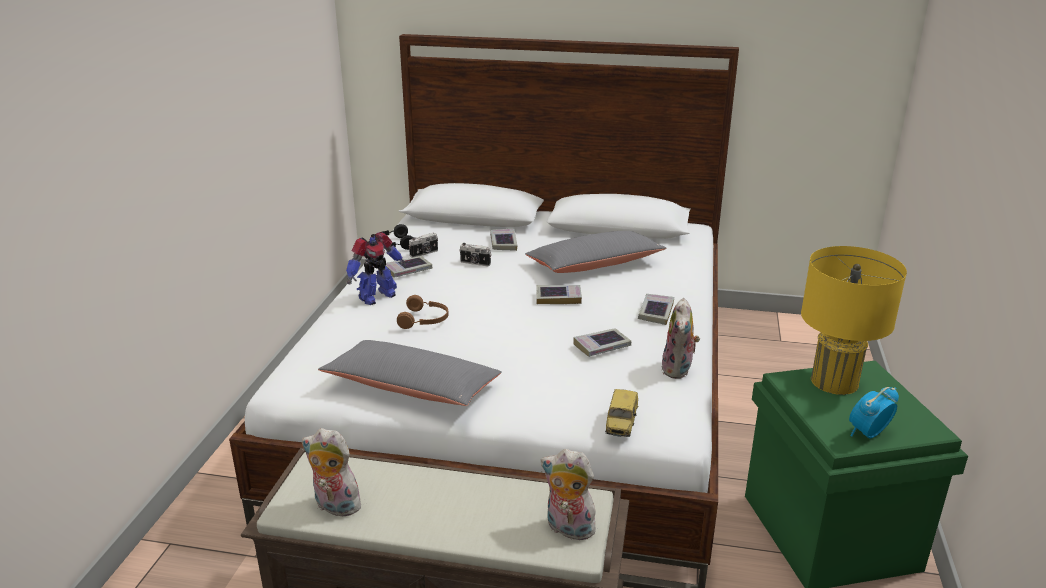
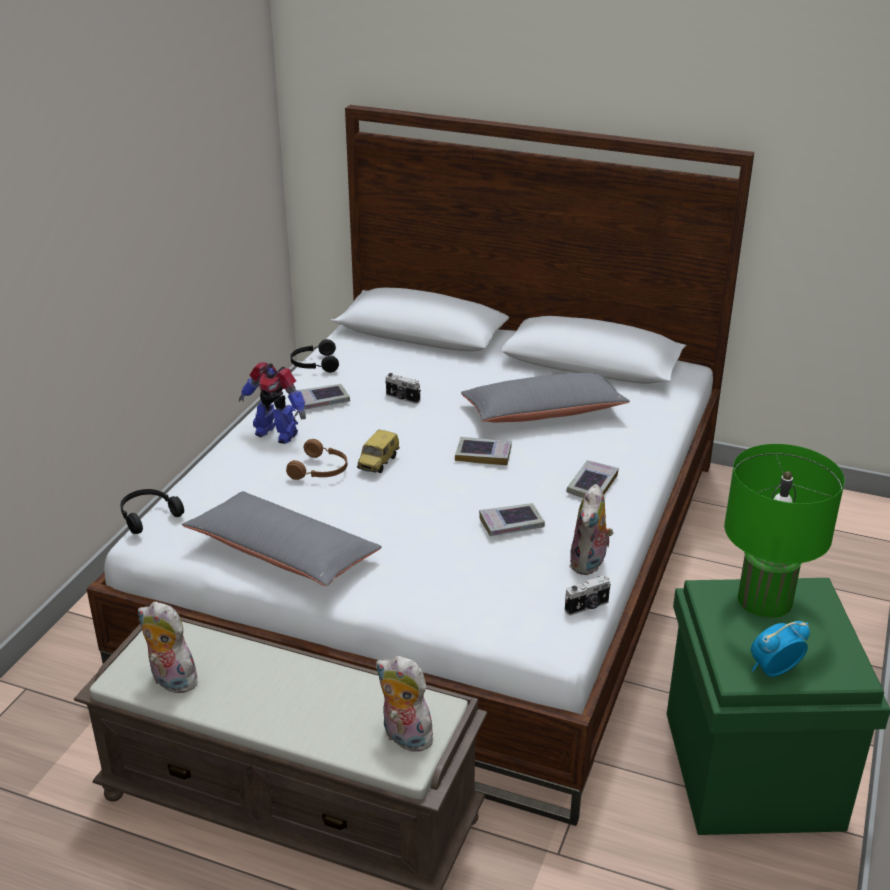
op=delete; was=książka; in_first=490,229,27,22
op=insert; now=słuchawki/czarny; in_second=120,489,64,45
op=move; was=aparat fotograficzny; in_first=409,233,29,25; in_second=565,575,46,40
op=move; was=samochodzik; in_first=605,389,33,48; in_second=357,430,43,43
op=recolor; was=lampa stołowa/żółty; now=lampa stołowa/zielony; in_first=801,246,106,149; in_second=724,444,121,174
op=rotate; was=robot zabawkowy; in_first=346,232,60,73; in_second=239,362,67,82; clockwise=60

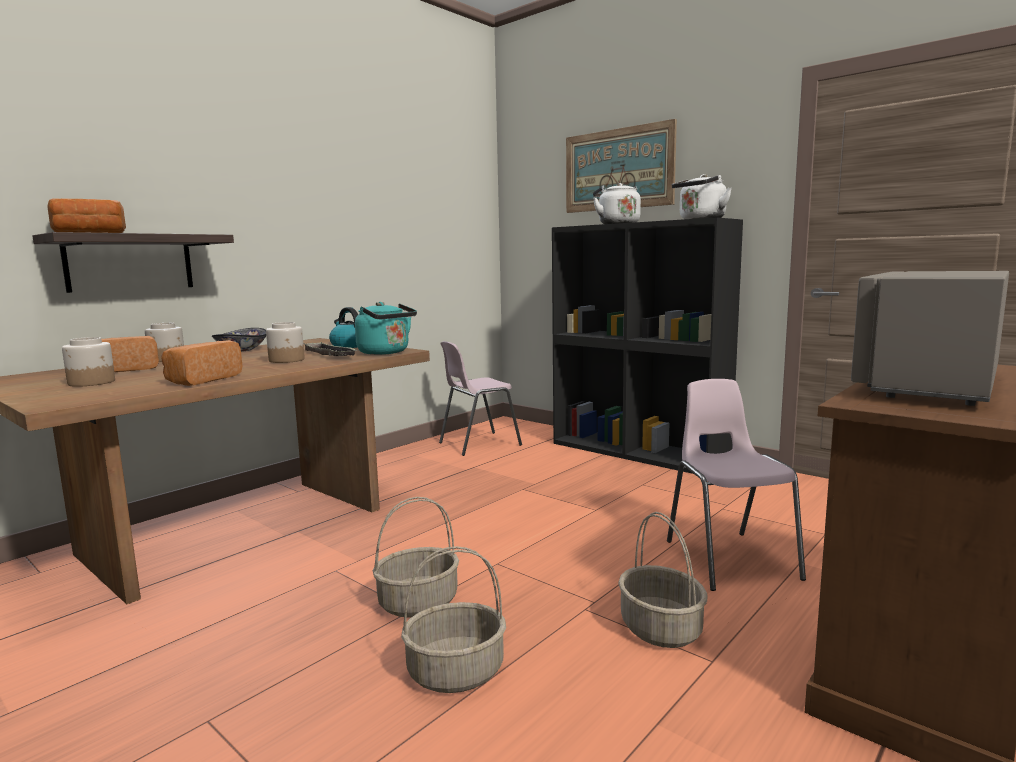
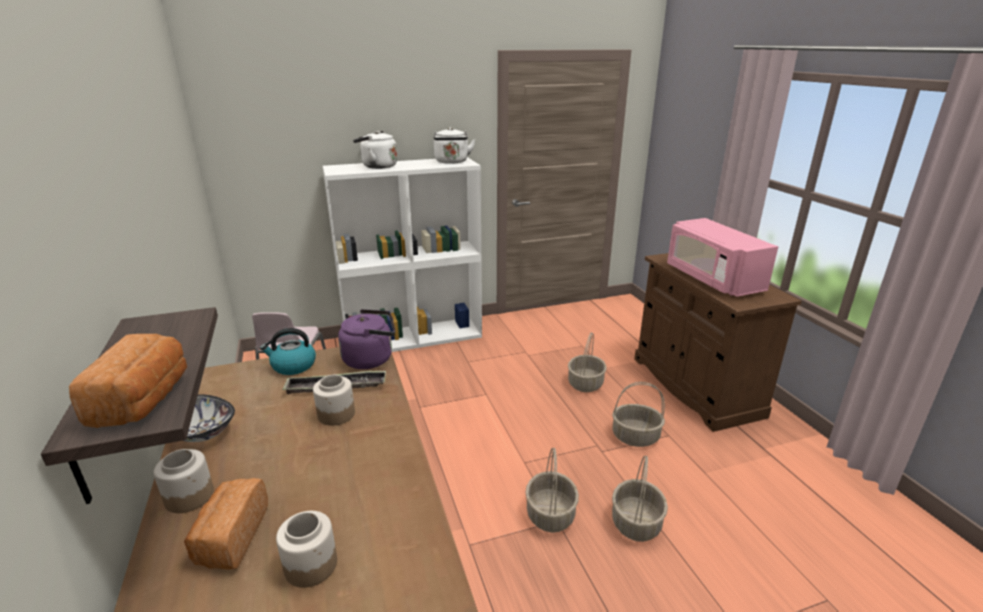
op=delete; was=chleb; in_first=161,340,82,46
op=delete; was=obraz; in_first=566,119,111,94
op=replace; was=krzesło/różowy; now=koszyk; in_first=667,379,139,212; in_second=568,333,39,59
op=recolor; was=czajnik/turkusowy; now=czajnik/fioletowy; in_first=355,302,62,53; in_second=338,309,57,60
op=recolor; was=regał/czarny; now=regał/biały; in_first=552,217,191,257; in_second=323,157,159,195
op=recolor; was=mikrofalówka/szary; now=mikrofalówka/różowy; in_first=851,271,158,135; in_second=667,218,111,79

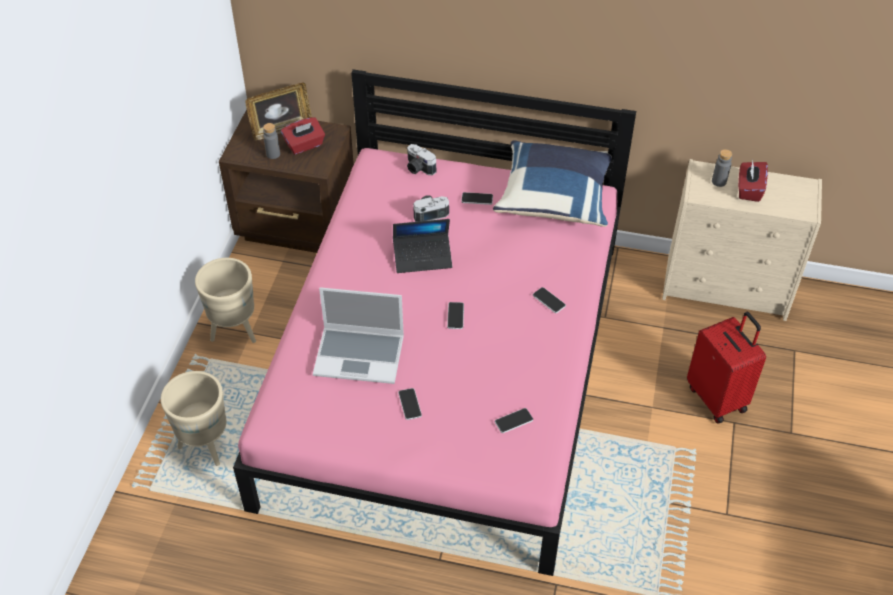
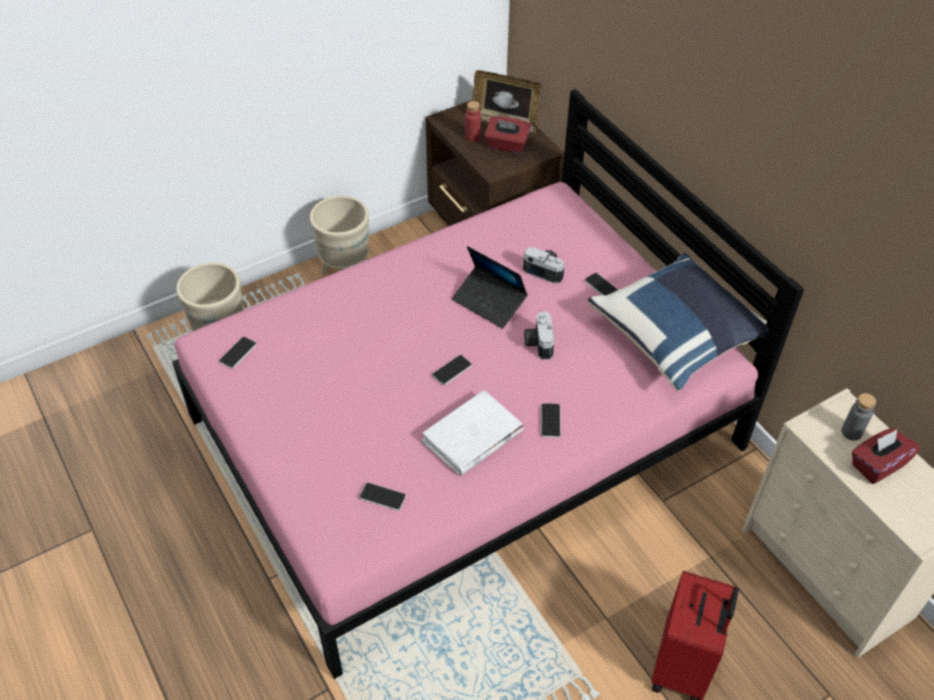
op=delete; was=laptop; in_first=313,287,91,97
op=insert; now=książka/biały; in_second=421,390,102,86
op=move; was=telefon; in_first=398,388,24,32; in_second=219,337,38,32
op=move; was=aparat fotograficzny; in_first=407,144,30,31; in_second=524,311,30,49
op=recolor; was=butelka/szary; now=butelka/czerwony; in_first=263,123,17,36; in_second=465,101,16,41

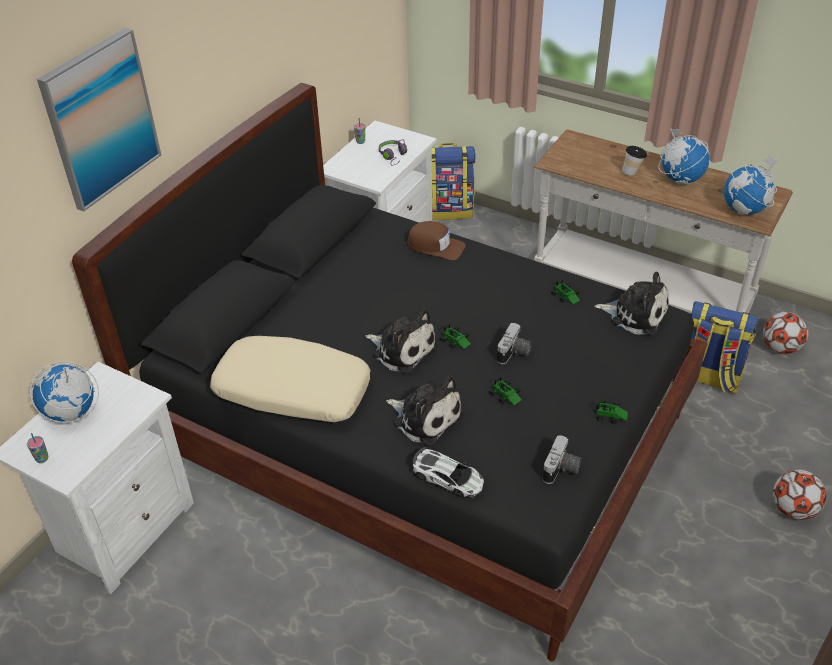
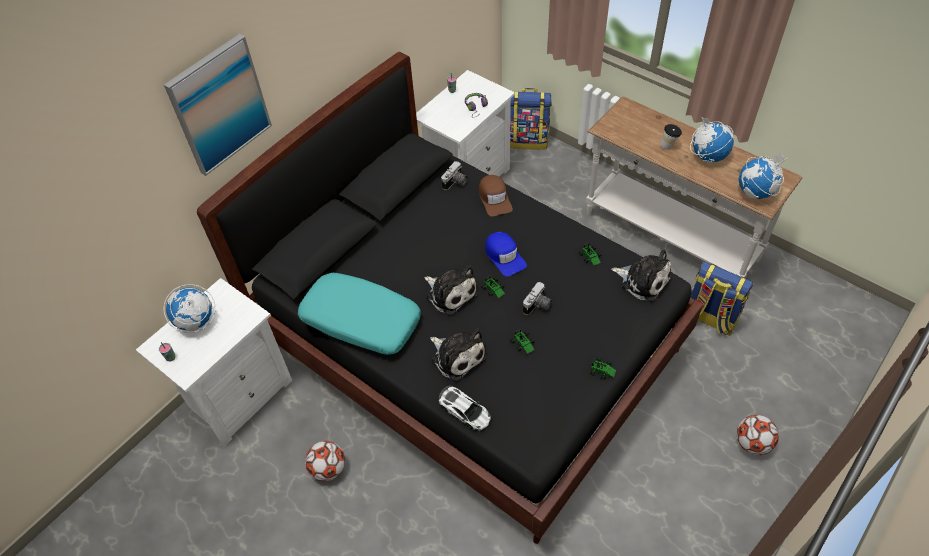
op=insert; now=czapka z daszkiem/niebieski; in_second=485,232,42,44
op=move; was=aparat fotograficzny; in_first=543,435,39,49; in_second=441,161,27,29
op=move; was=piłka futbolowa; in_first=763,312,45,42; in_second=305,441,40,40
op=recolor; was=poduszka/beżowy; now=poduszka/turkusowy; in_first=210,336,161,86; in_second=298,273,123,82
op=rotate; was=czapka z daszkiem/brązowy; in_first=407,221,59,39; in_second=479,175,34,41; clockwise=45

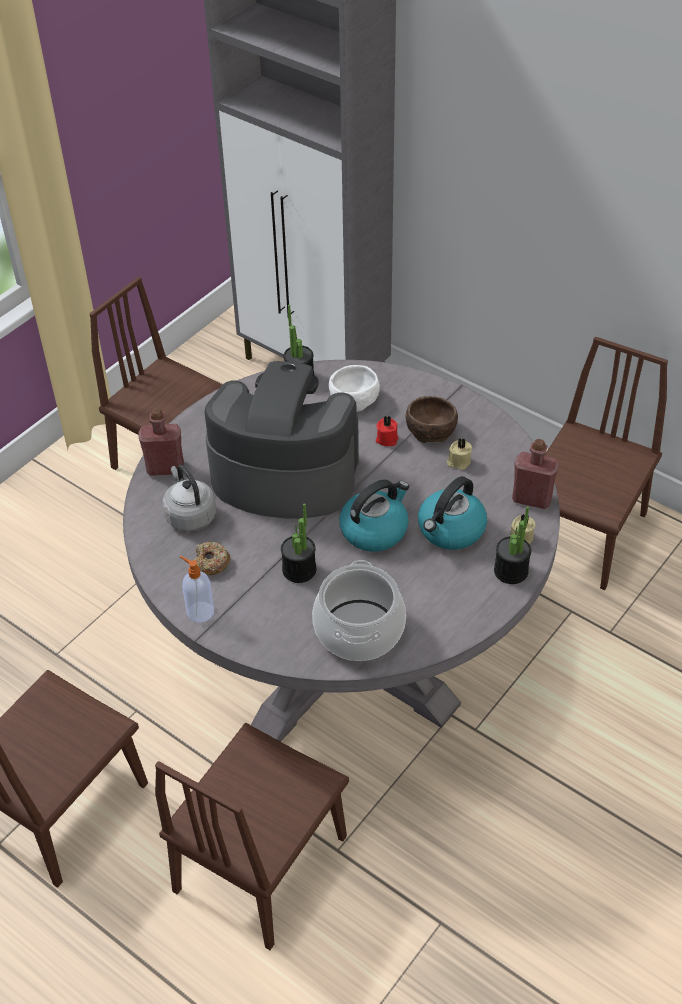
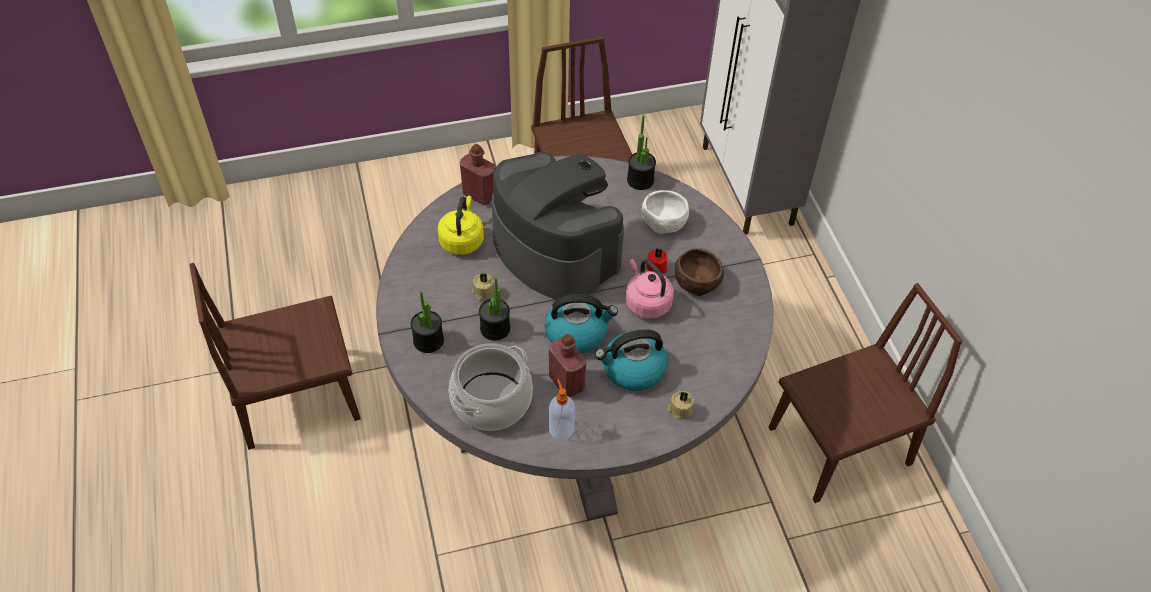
op=delete; was=krzesło/brązowy; in_first=155,723,194,227
op=delete; was=donut; in_first=191,542,39,33
op=insert; now=czajnik/różowy; in_second=625,259,49,60
op=move; was=dozownik mydła; in_first=180,556,34,67; in_second=549,379,26,61
op=move; was=świeca/beżowy; in_first=447,438,25,32; in_second=472,273,22,28
op=move; was=roślina doniczkowa; in_first=494,507,37,77; in_second=411,291,33,62
op=move; was=butelka/czerwony; in_first=512,439,47,70; in_second=549,334,37,63
op=recolor; was=czajnik/szary; now=czajnik/żółty; in_first=163,464,53,67; in_second=438,196,46,59

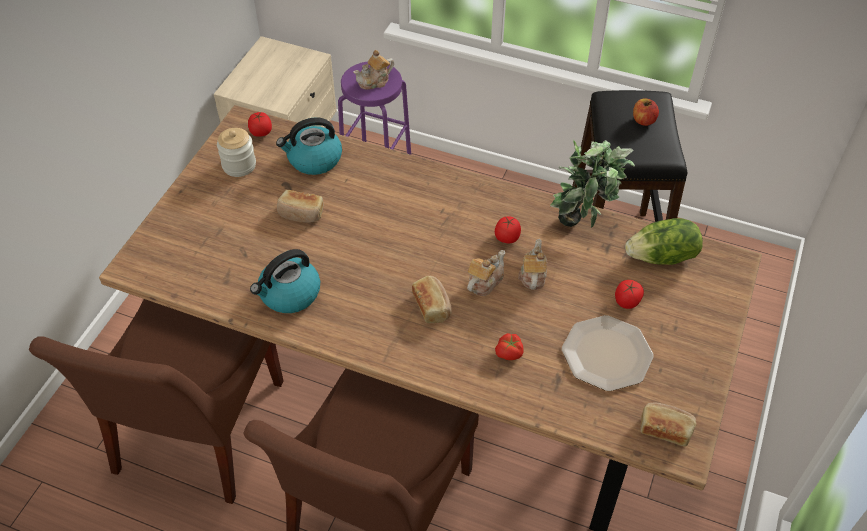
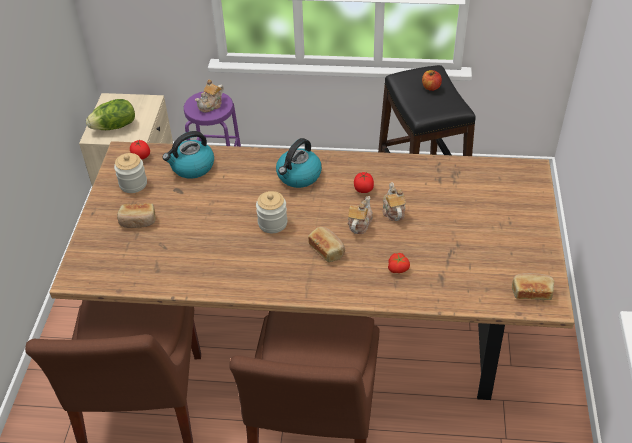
op=delete; was=roślina doniczkowa; in_first=550,139,85,89
op=delete; was=talerz; in_first=562,315,92,76
op=delete; was=pomidor; in_first=615,280,29,29
op=insert; now=słoik; in_second=256,191,31,42
op=move; was=czajnik; in_first=250,249,70,64; in_second=276,138,46,50
op=move; was=chleb; in_first=277,190,46,33; in_second=117,203,39,25
op=move; was=sałata; in_first=625,218,78,47; in_second=86,99,49,31

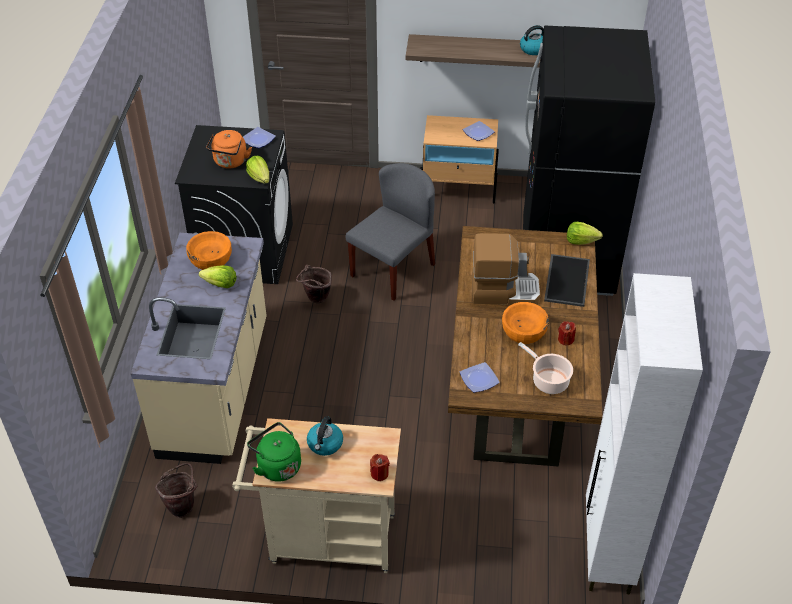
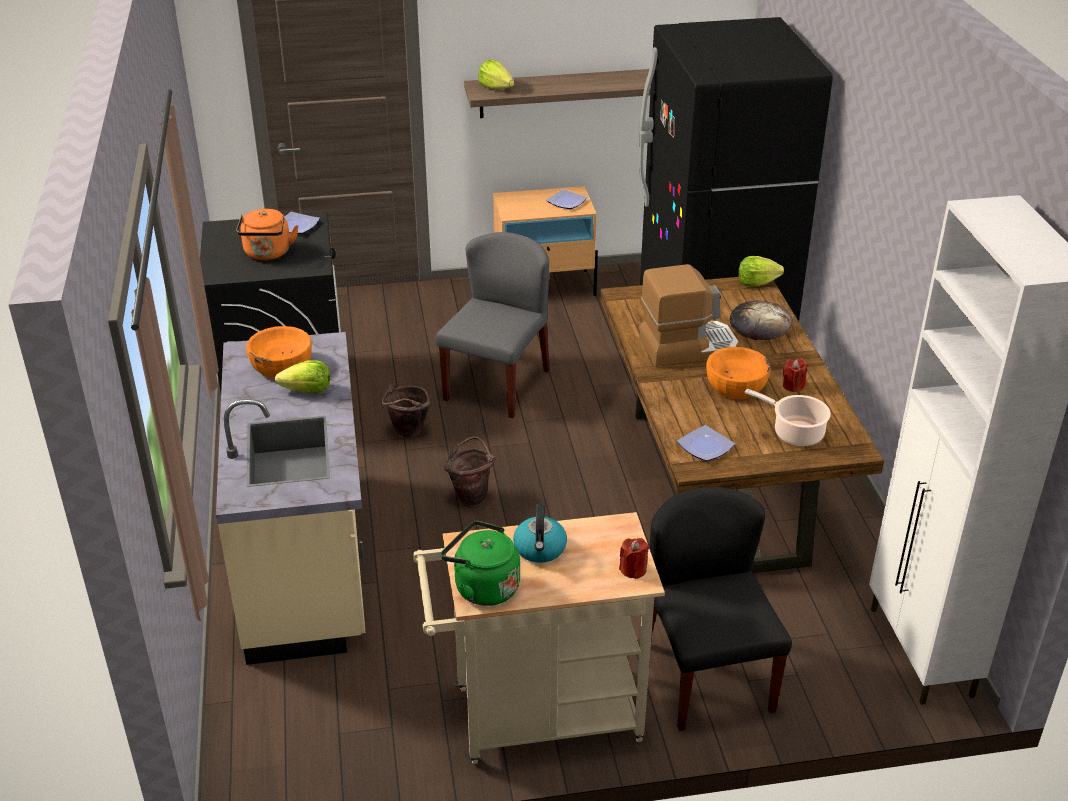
op=delete; was=czajnik; in_first=520,25,24,30
op=insert; now=krzesło/czarny; in_second=650,487,142,244
op=move; was=wiadro/brązowy; in_first=155,463,42,55; in_second=444,437,51,71
op=move; was=sałata; in_first=246,156,23,28; in_second=478,60,36,30
op=replace; was=taca; now=chleb; in_first=544,254,46,53; in_second=730,301,62,39

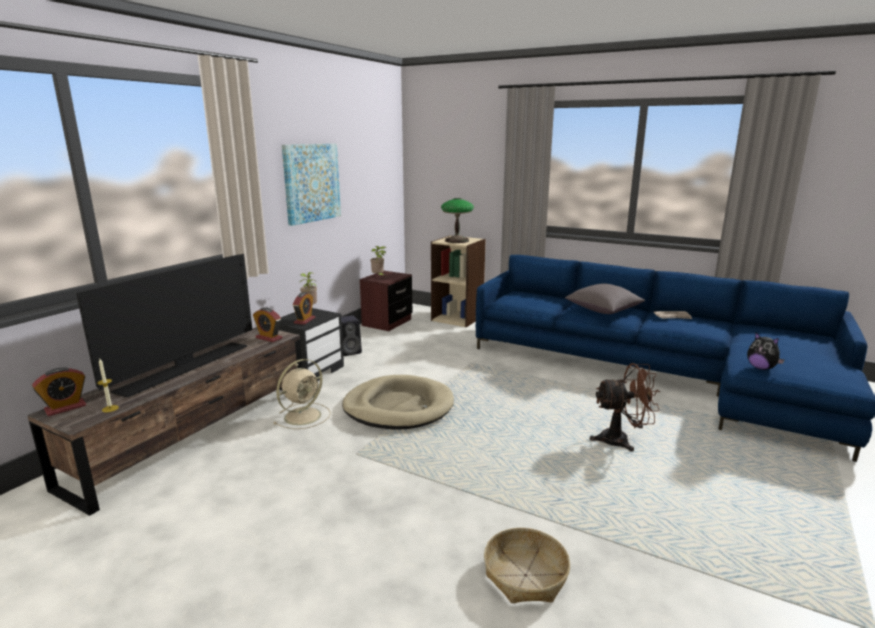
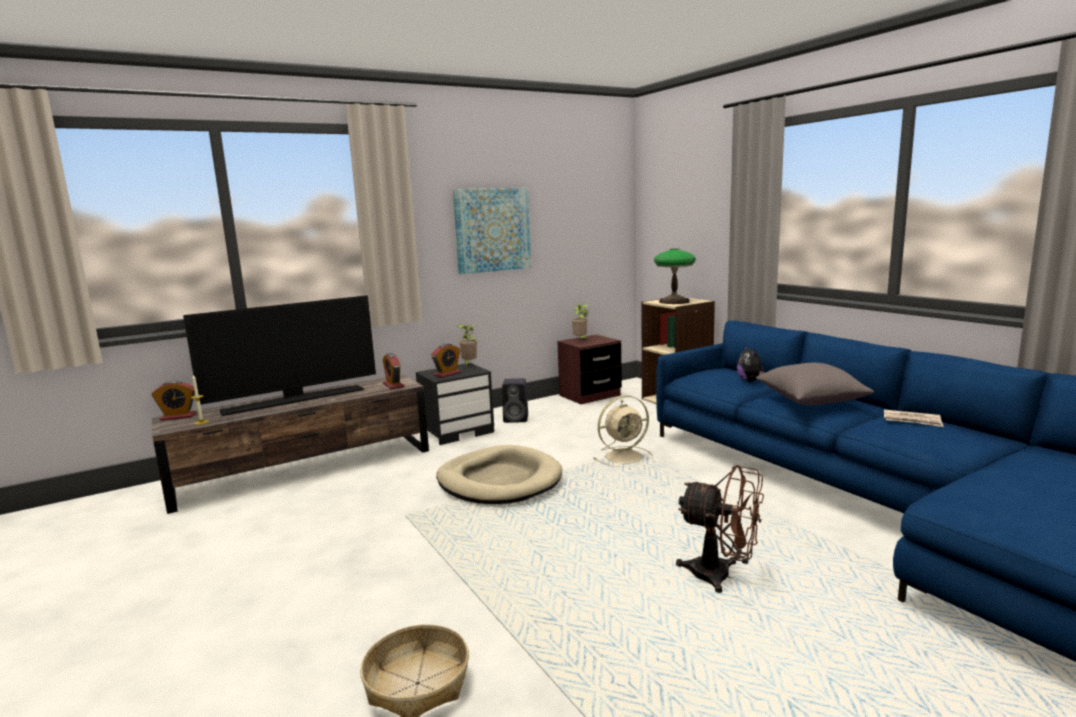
op=move; was=wentylator/beżowy; in_first=274,359,57,70; in_second=593,396,60,71
op=move; was=pluszak; in_first=747,333,37,37; in_second=737,346,28,36

